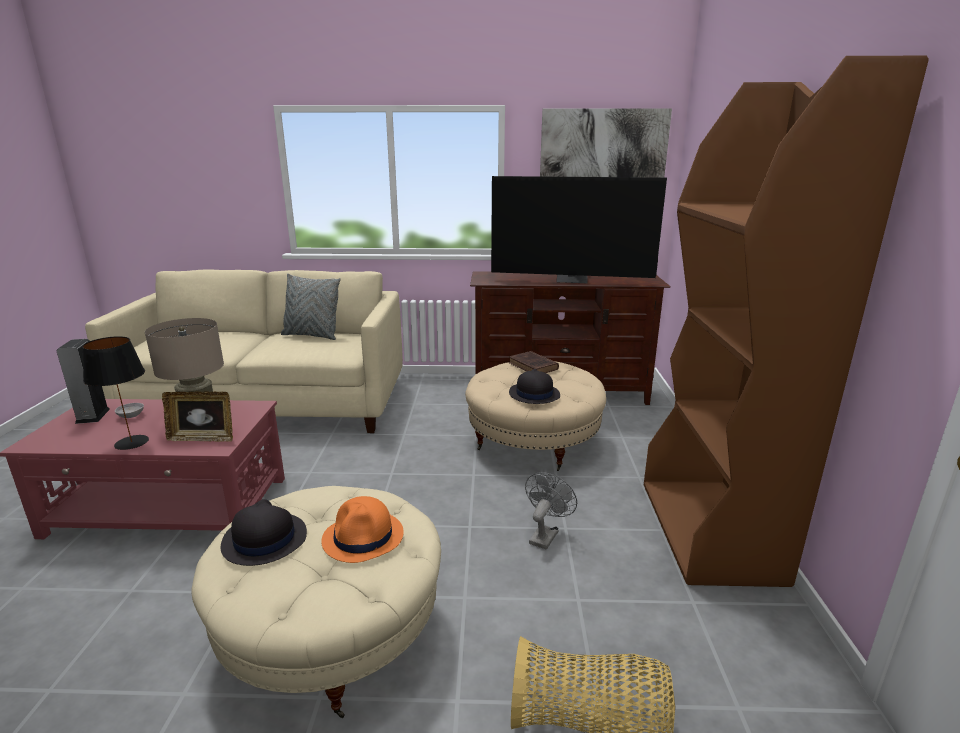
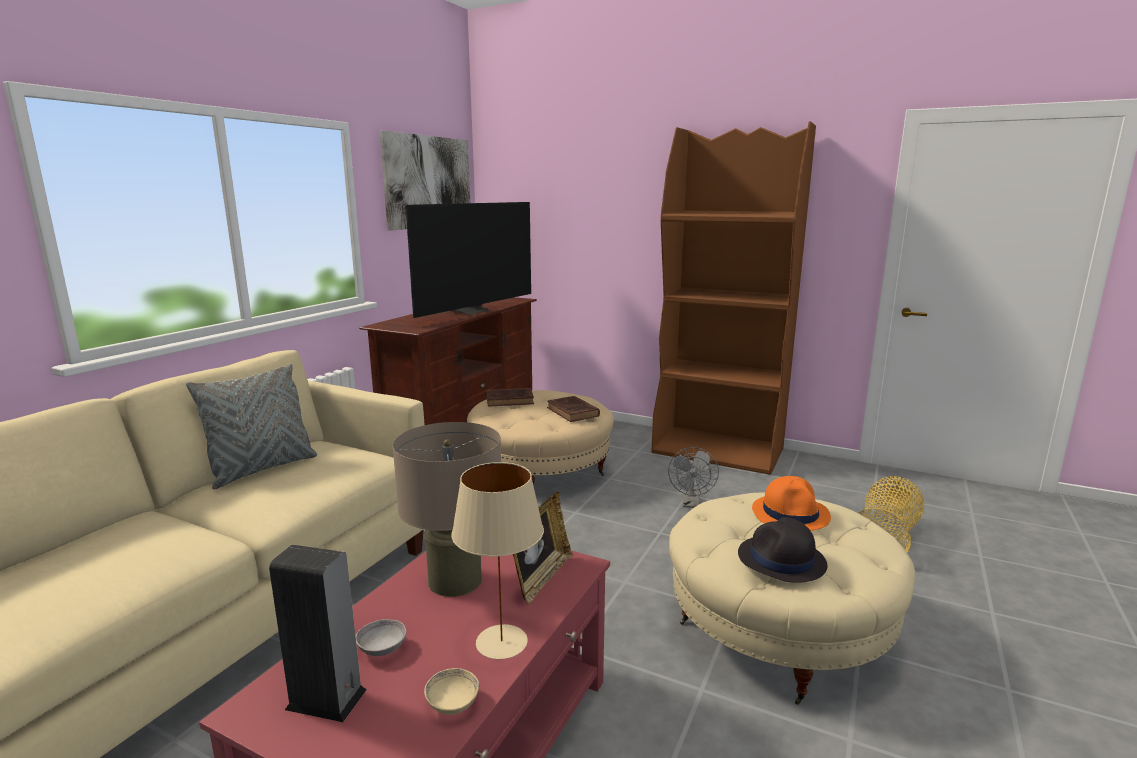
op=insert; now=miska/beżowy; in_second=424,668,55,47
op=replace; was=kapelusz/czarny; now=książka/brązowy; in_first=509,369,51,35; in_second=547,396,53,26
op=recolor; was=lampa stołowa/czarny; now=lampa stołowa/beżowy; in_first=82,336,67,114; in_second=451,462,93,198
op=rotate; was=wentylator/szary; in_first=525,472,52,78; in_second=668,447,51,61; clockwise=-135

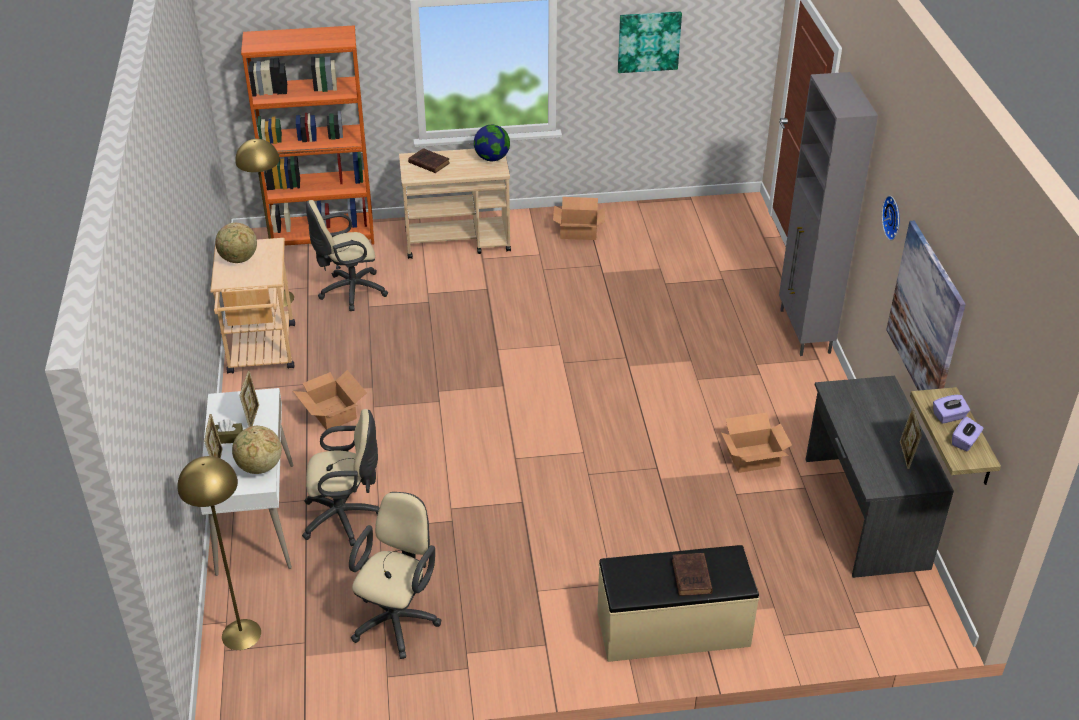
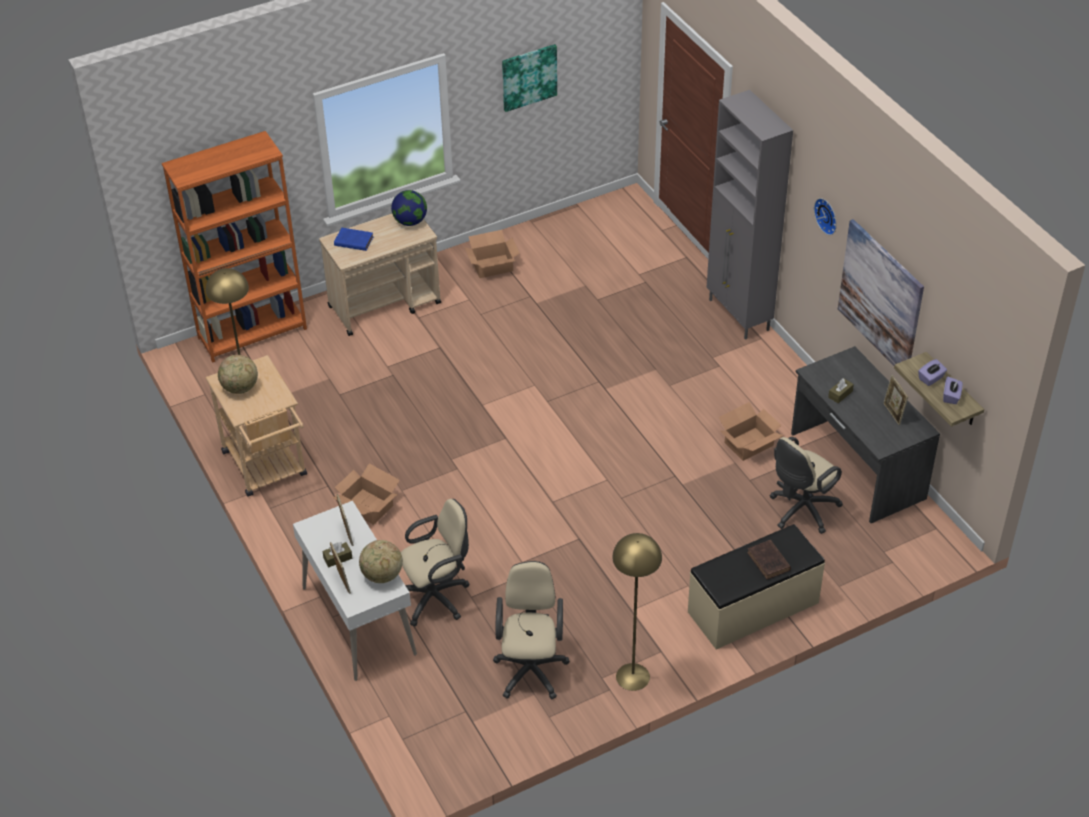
op=insert; now=pudełko chusteczek/brązowy; in_second=828,378,26,25
op=move; was=lampa stojąca/żółty; in_first=178,456,83,194; in_second=612,533,50,158
op=move; was=krzesło biurowe/beżowy; in_first=306,200,82,111; in_second=770,437,73,97
op=recolor; was=książka/brązowy; now=książka/niebieski; in_first=408,148,42,25; in_second=334,228,40,23

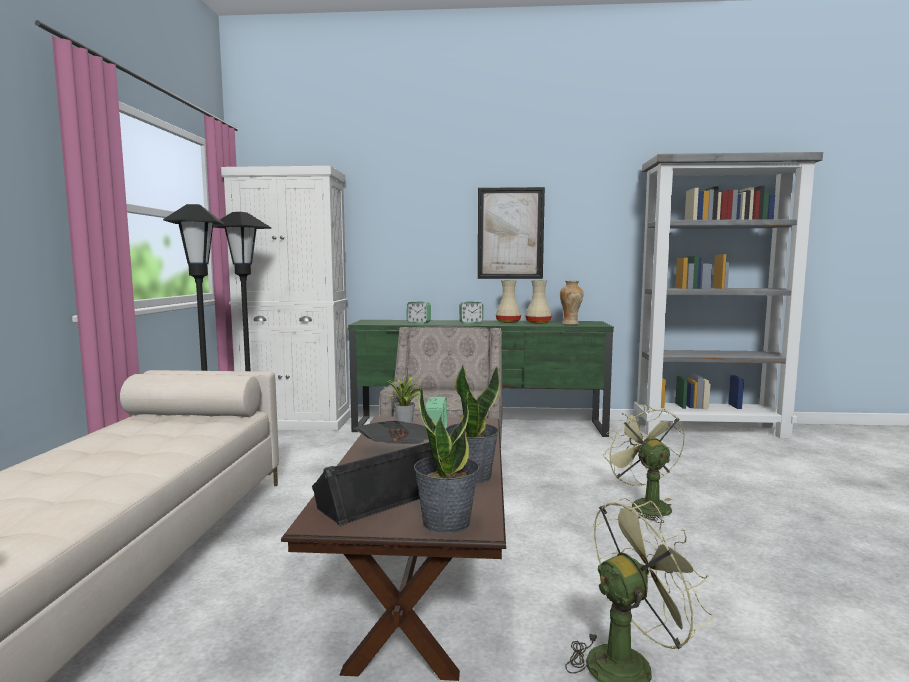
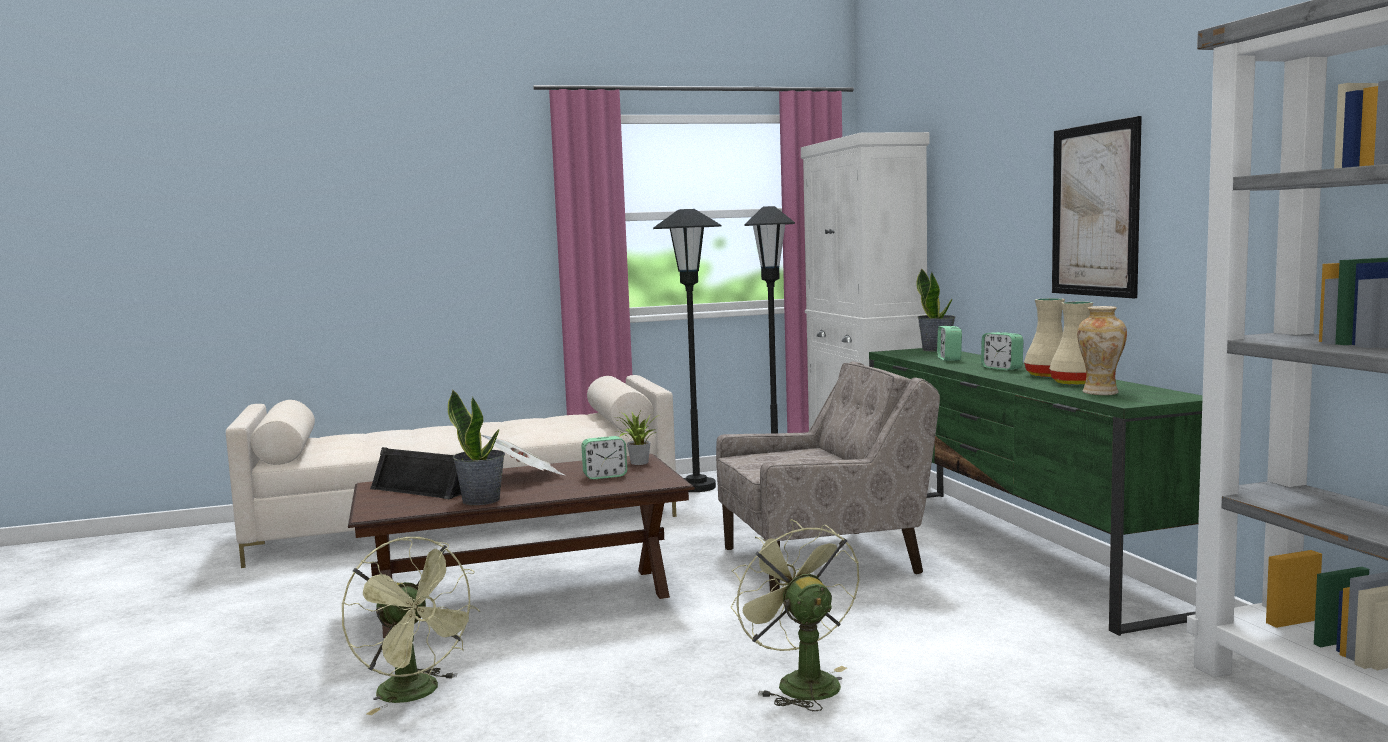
op=move; was=roślina doniczkowa; in_first=414,385,65,149; in_second=916,268,39,84
op=rotate; was=wentylator/zielony; in_first=603,404,82,119; in_second=731,519,128,192; clockwise=-75

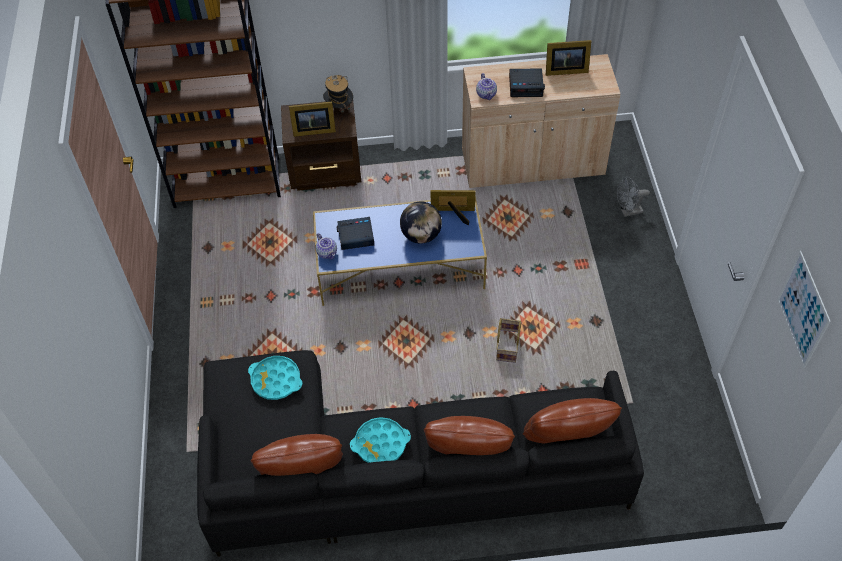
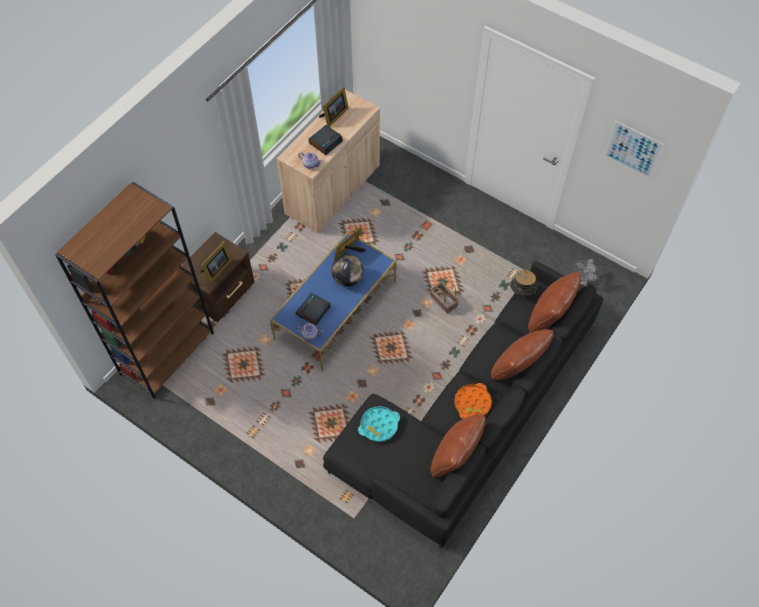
op=move; was=kapelusz; in_first=323,75,30,38; in_second=510,269,28,26
op=move; was=wentylator/szary; in_first=617,177,33,40; in_second=572,259,28,27
op=recolor; was=taca/turkusowy; now=taca/pomarańczowy; in_first=350,417,61,46; in_second=454,383,38,36

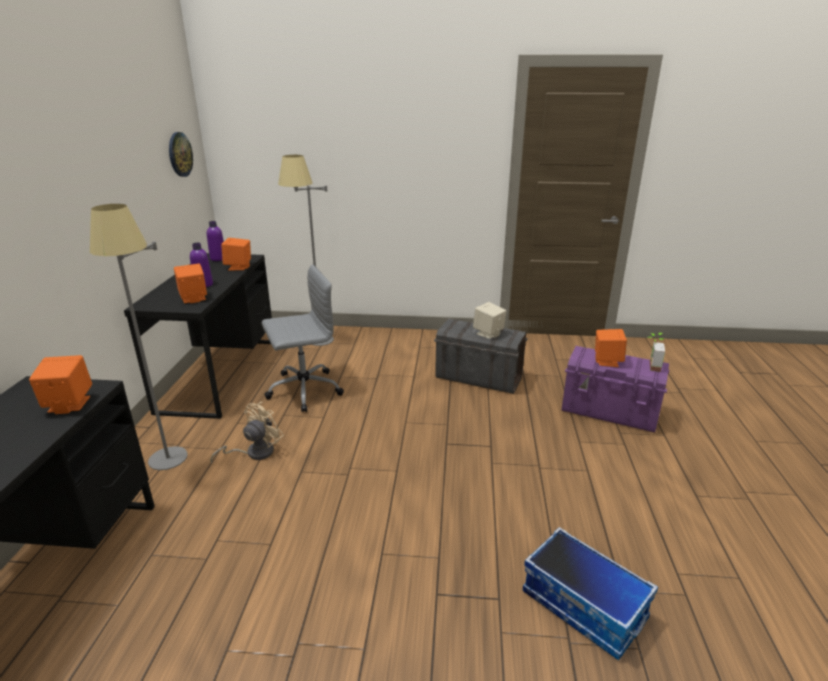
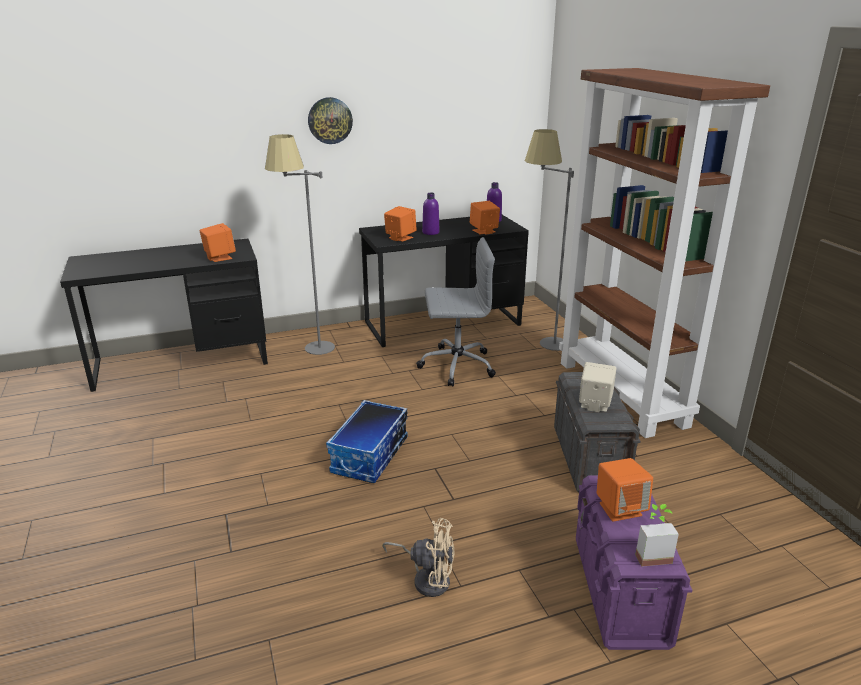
op=insert; now=regał/brązowy; in_second=559,68,211,370
op=move; was=zegar ścienny; in_first=169,132,24,45; in_second=308,97,45,47
op=move; was=wentylator/beżowy; in_first=210,402,74,61; in_second=382,518,73,79
op=move; was=pojemnik do przechowywania; in_first=523,527,135,133; in_second=326,400,82,83
op=rotate; was=krzesło biurowe/szary; in_first=262,264,82,148; in_second=416,237,80,150; clockwise=-45

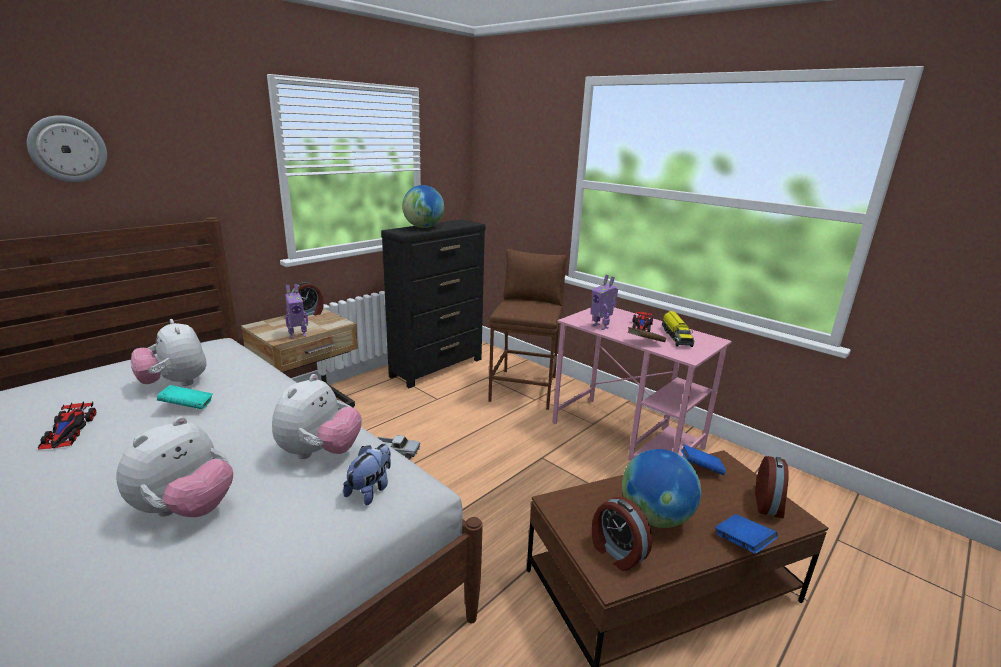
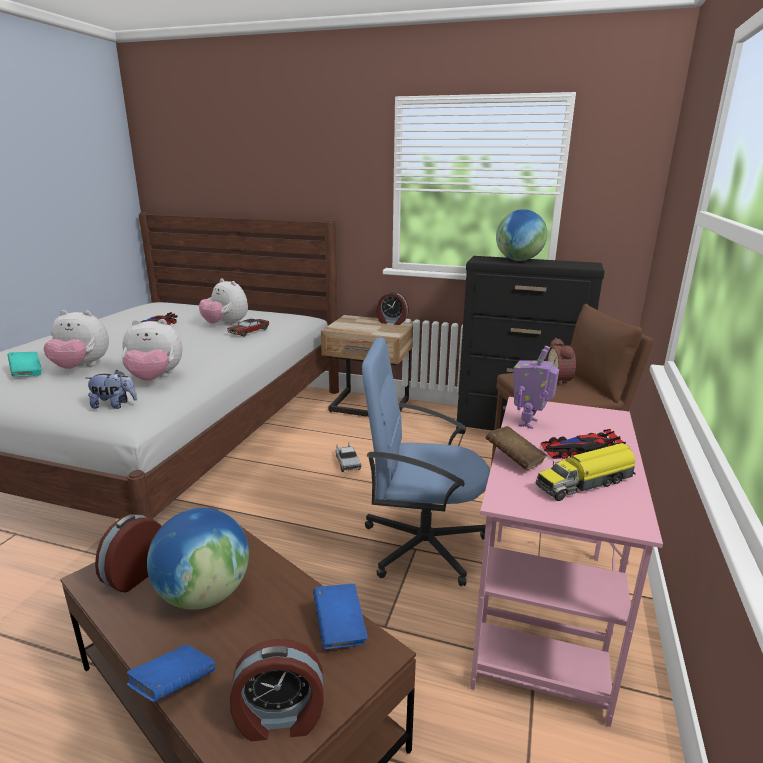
op=delete; was=zegar ścienny; in_first=27,115,80,67
op=delete; was=robot zabawkowy; in_first=285,284,23,54
op=insert; now=samochodzik; in_second=227,319,42,18
op=insert; now=krzesło biurowe/niebieski; in_second=362,337,128,249
op=insert; now=budzik; in_second=545,338,31,48
op=move; was=książka/turkusowy; in_first=157,385,56,24; in_second=8,352,34,24
op=rotate; was=pluszak; in_first=131,319,75,67; in_second=199,279,49,47; clockwise=-75

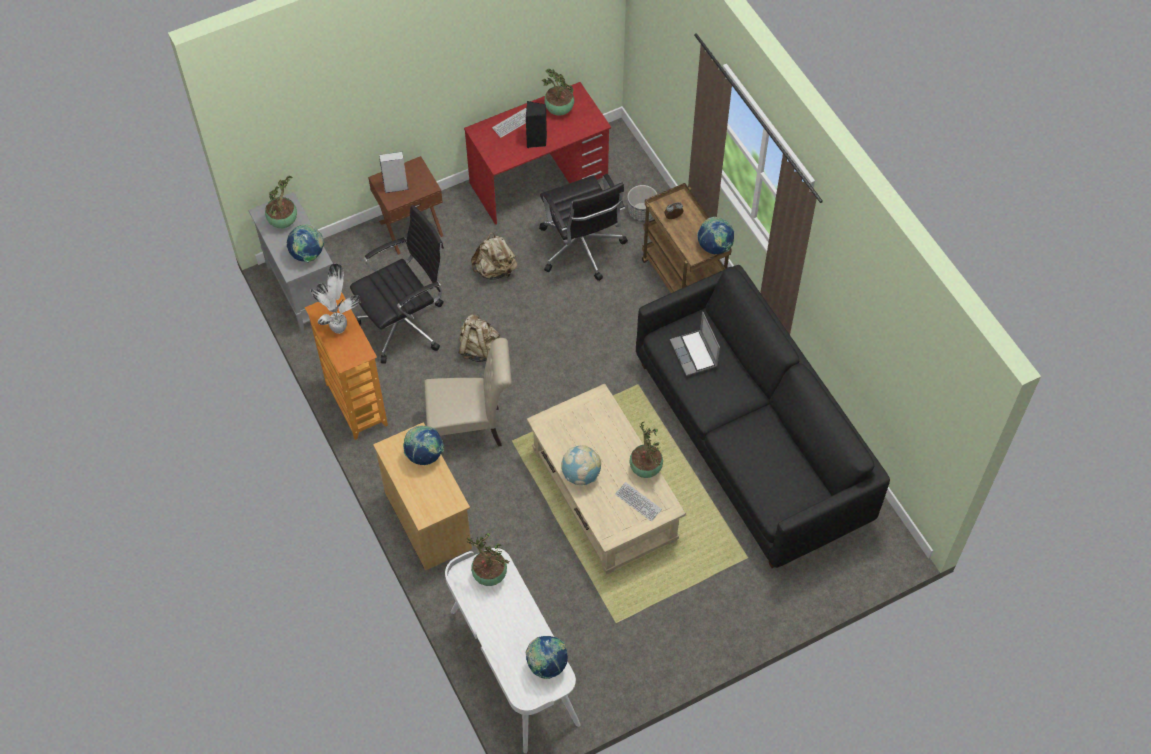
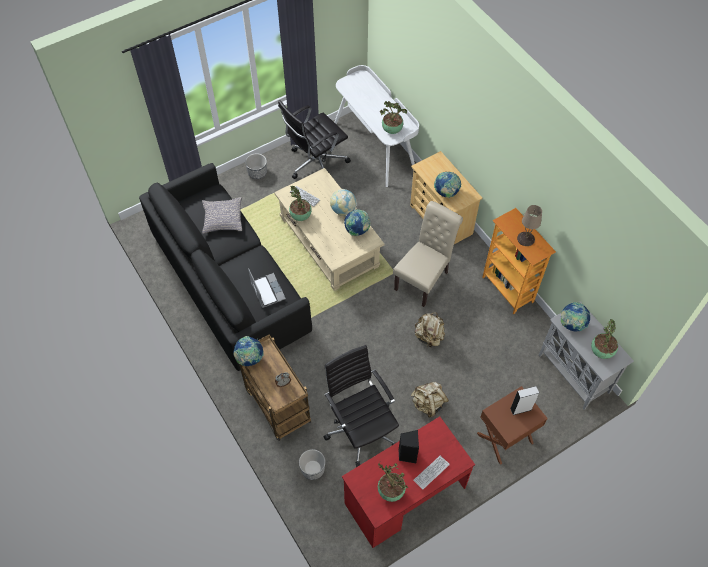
op=insert; now=poduszka/szary; in_second=202,197,40,37
op=insert; now=donica; in_second=245,153,22,26
op=move; was=krzesło biurowe/czarny; in_first=350,205,94,158; in_second=278,100,73,79
op=move; was=globus; in_first=525,636,43,43; in_second=344,209,27,27
op=replace; was=roślina doniczkowa; now=lampa stołowa/beżowy; in_first=310,264,51,70; in_second=517,205,25,41
op=rotate; was=krzesło/beżowy; in_first=424,338,88,108; in_second=393,201,70,106; clockwise=135

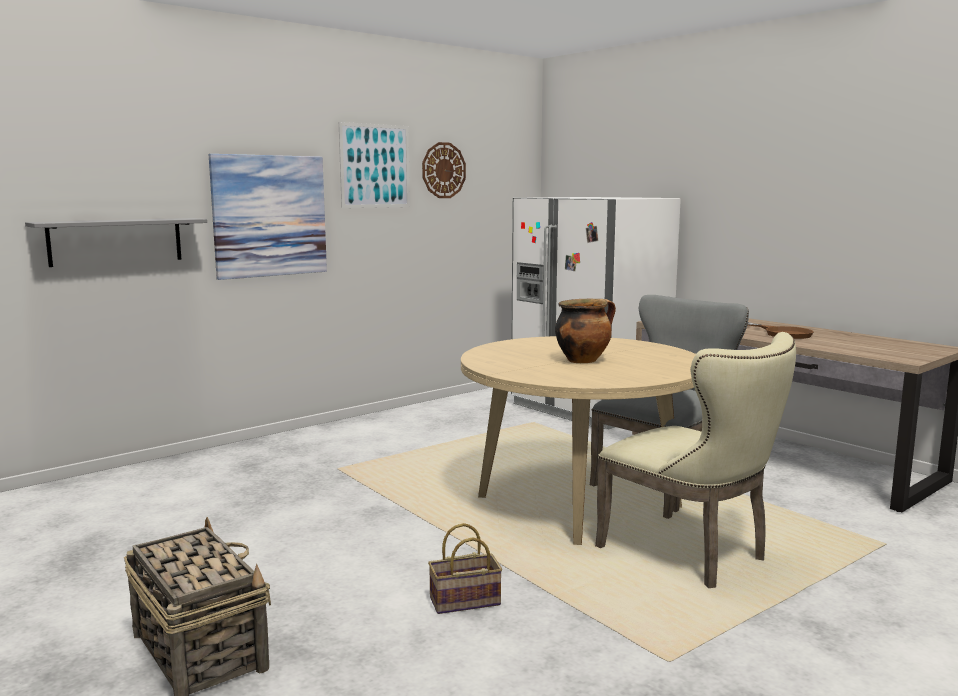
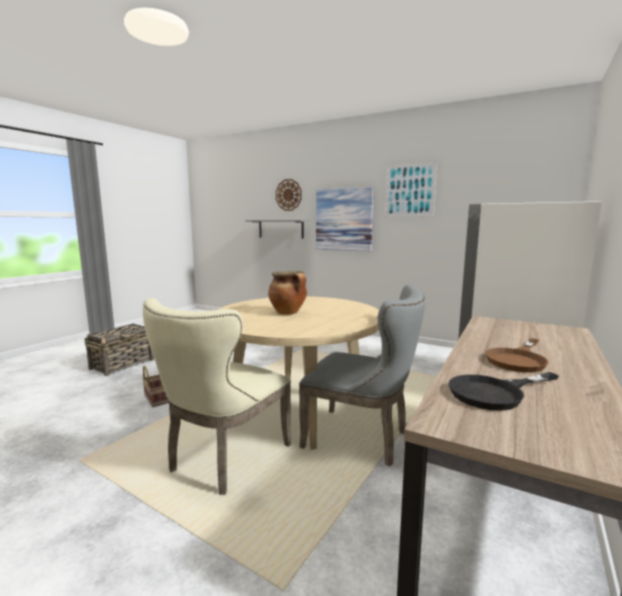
op=insert; now=patelnia/czarny; in_second=449,372,110,39
op=move; was=zegar ścienny; in_first=422,142,44,56; in_second=276,179,26,32

